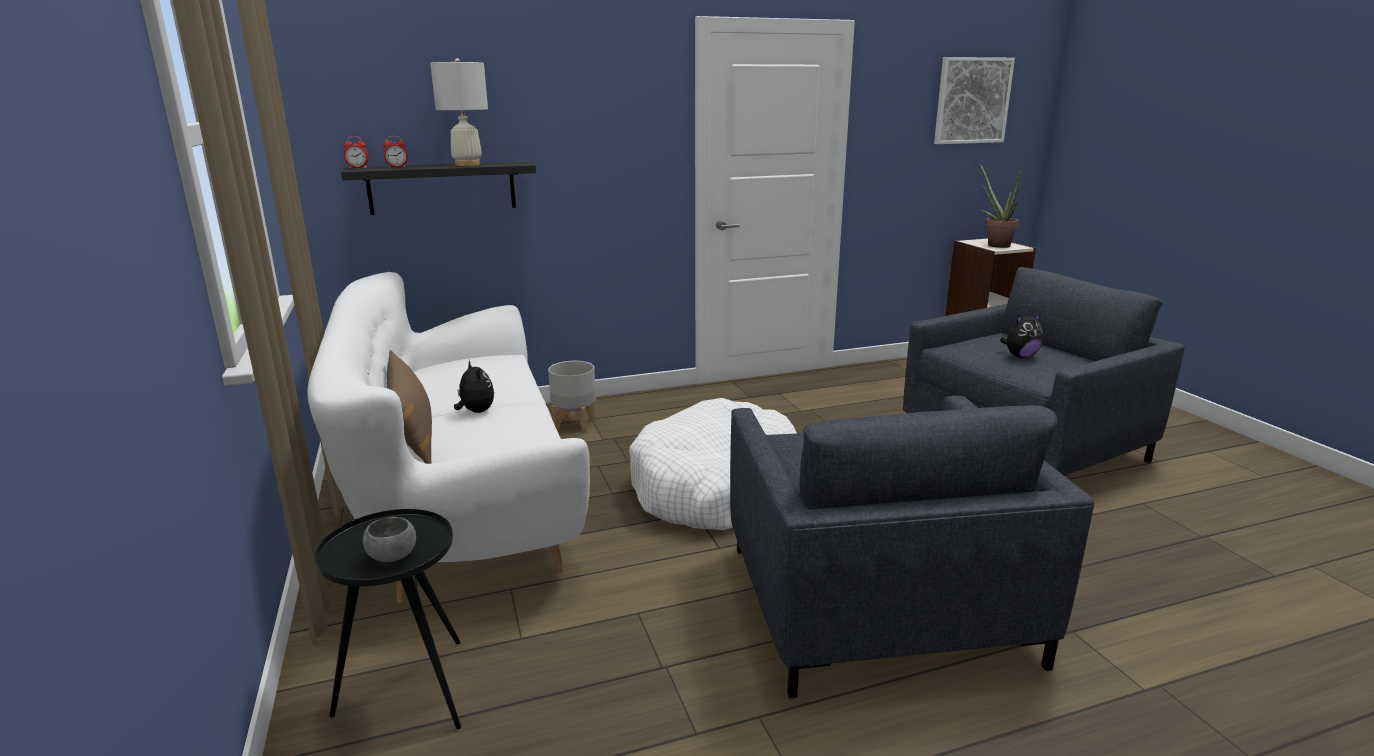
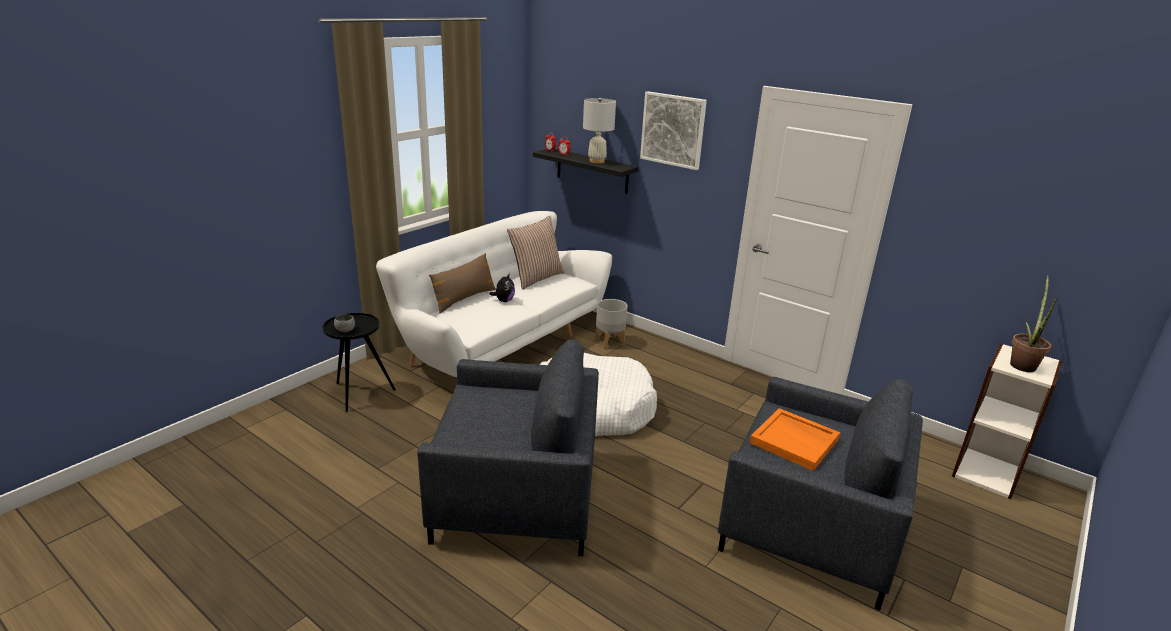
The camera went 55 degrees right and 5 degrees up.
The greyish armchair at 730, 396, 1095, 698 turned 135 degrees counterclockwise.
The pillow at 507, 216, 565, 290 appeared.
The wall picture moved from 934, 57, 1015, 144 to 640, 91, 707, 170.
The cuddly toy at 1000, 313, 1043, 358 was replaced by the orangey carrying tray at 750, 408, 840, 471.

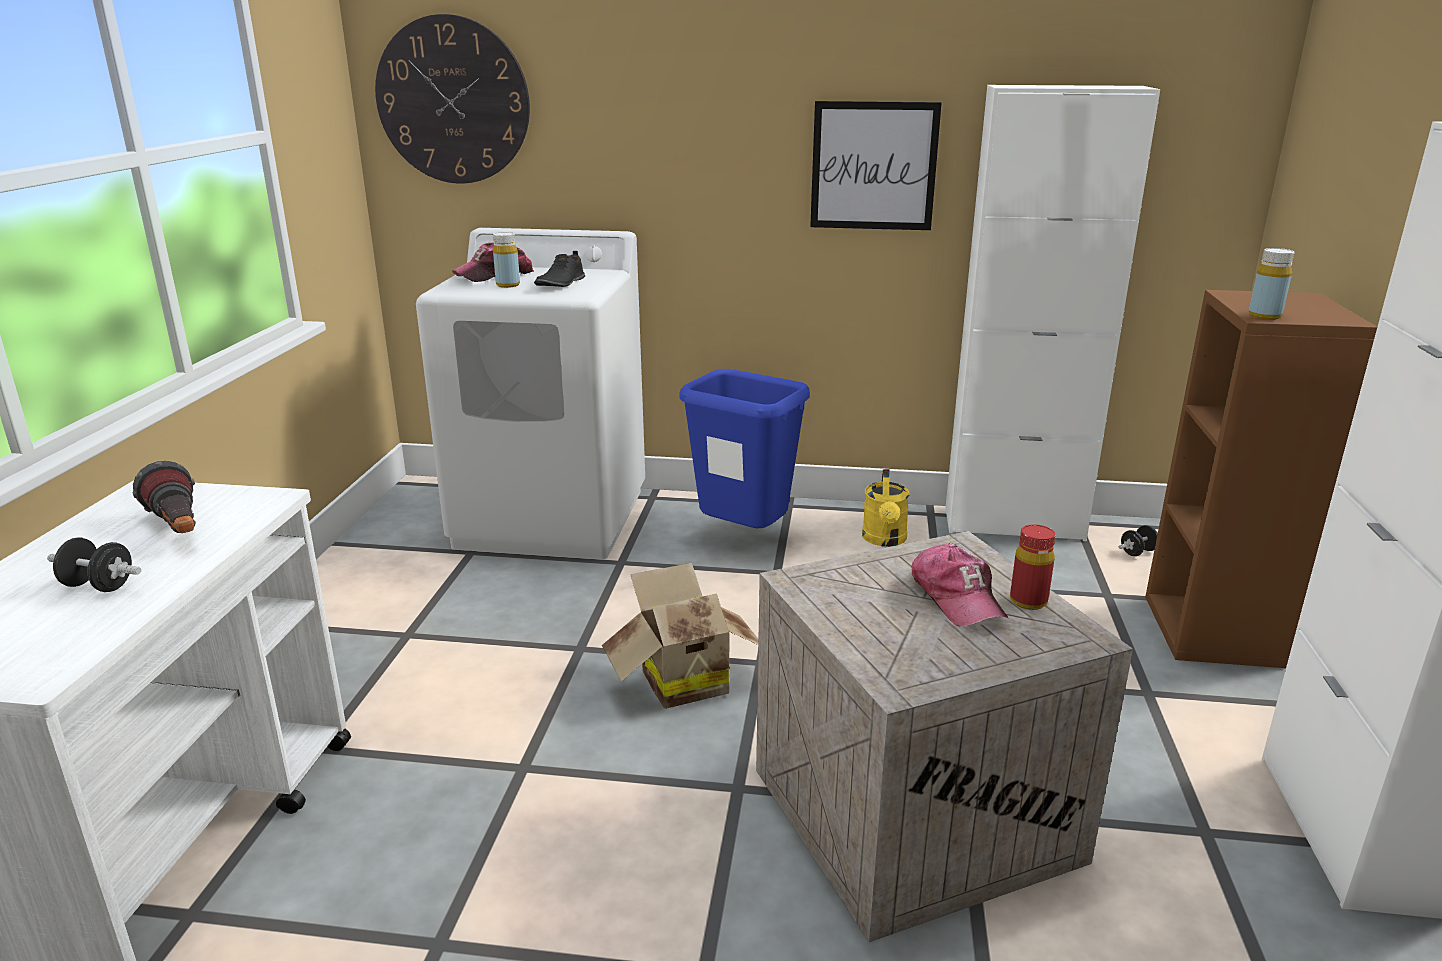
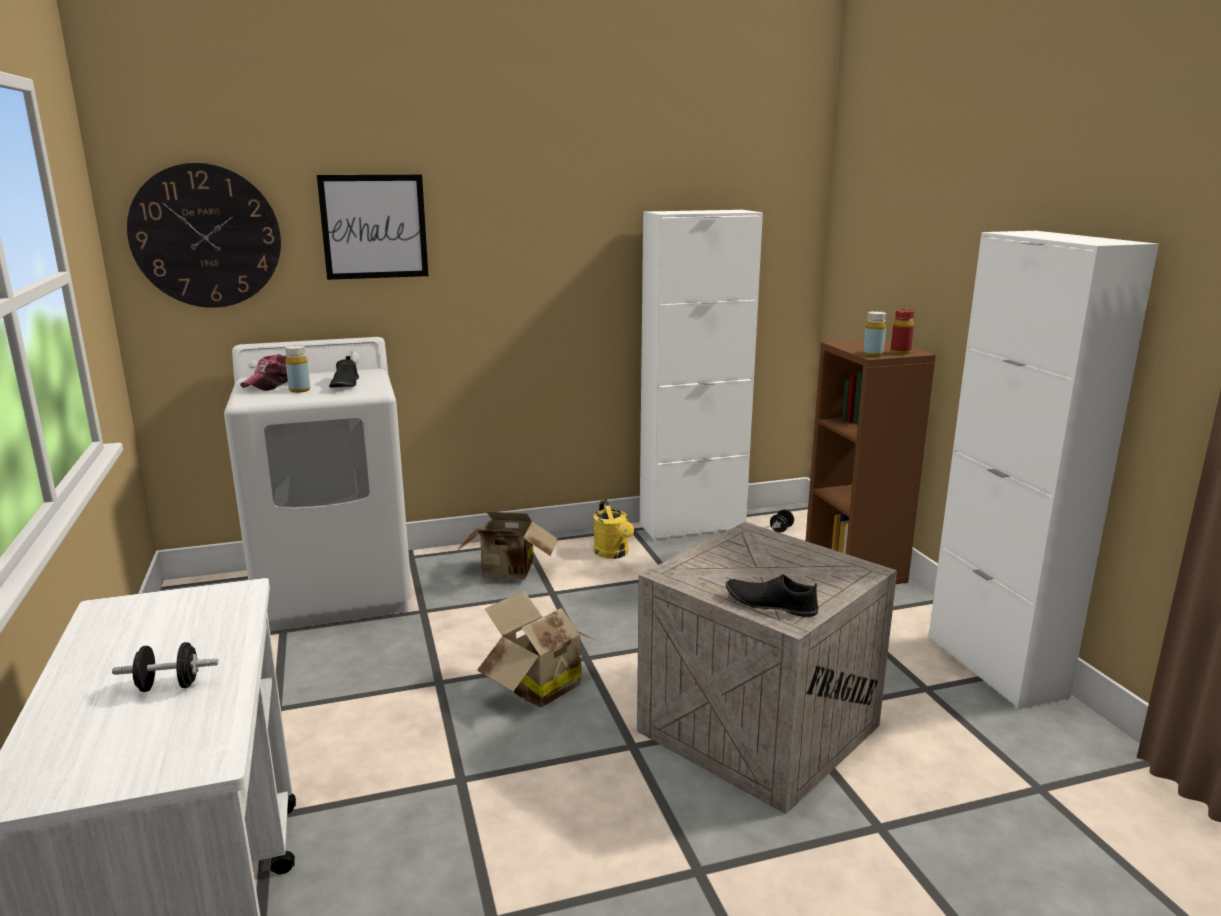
The camera went 25 degrees left and 5 degrees down.
The wall picture moved from 810, 101, 942, 230 to 317, 175, 428, 280.
The blue-coloured trash can at 679, 369, 810, 528 was replaced by the packing box at 457, 512, 558, 580.
The black-coloured low shoe at 726, 574, 819, 617 appeared.
The red-coloured beverage bottle moved from 1010, 524, 1056, 610 to 891, 309, 914, 354.
The hand torch at 133, 461, 196, 533 disappeared.
The cap at 911, 543, 1009, 626 disappeared.

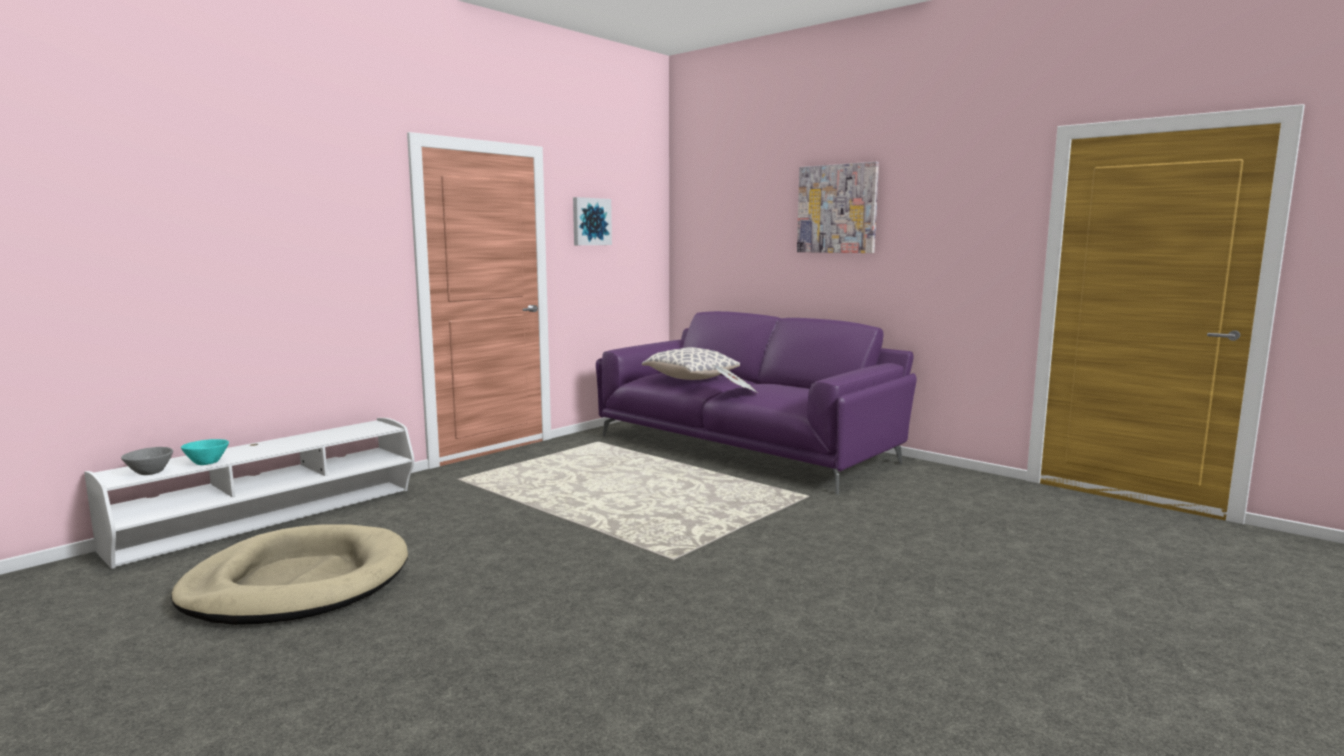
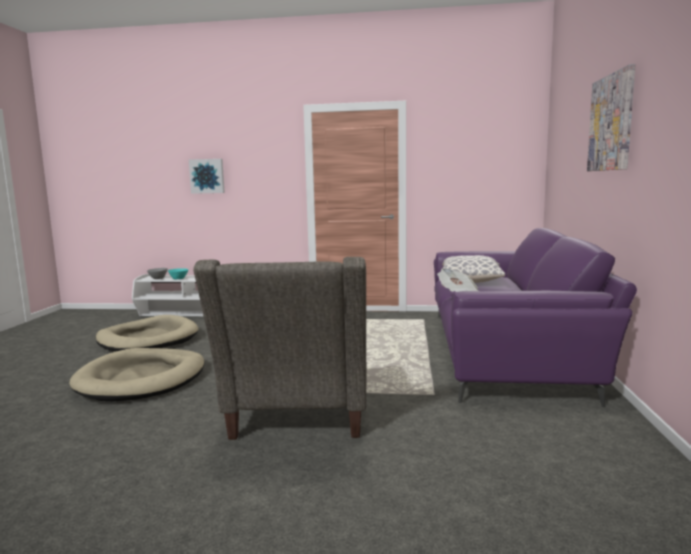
The camera went 55 degrees right and 0 degrees up.
The sand-coloured dog bed at 69, 348, 205, 402 appeared.
The wall picture moved from 573, 197, 612, 245 to 189, 159, 225, 194.
The greyish armchair at 193, 257, 366, 440 appeared.

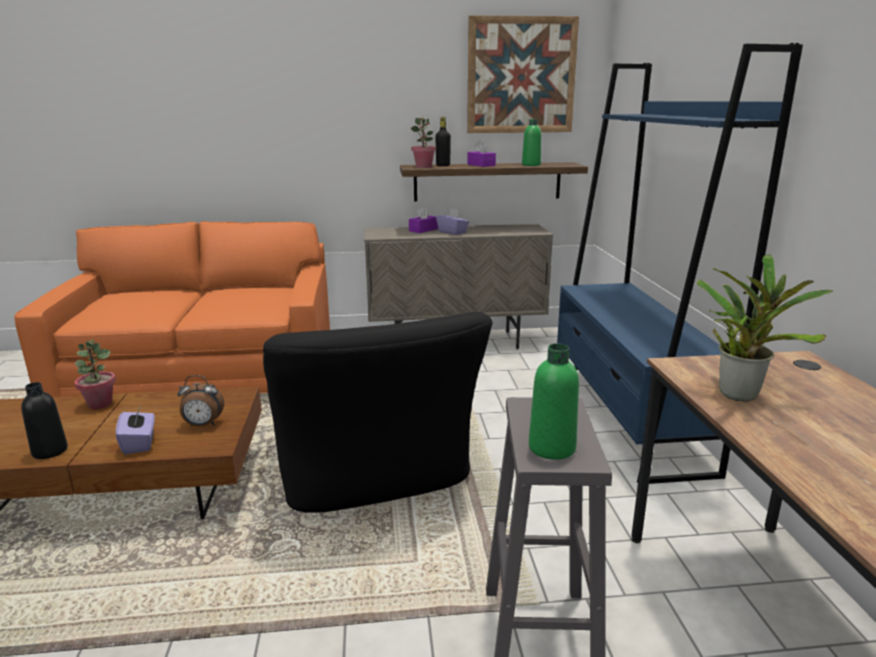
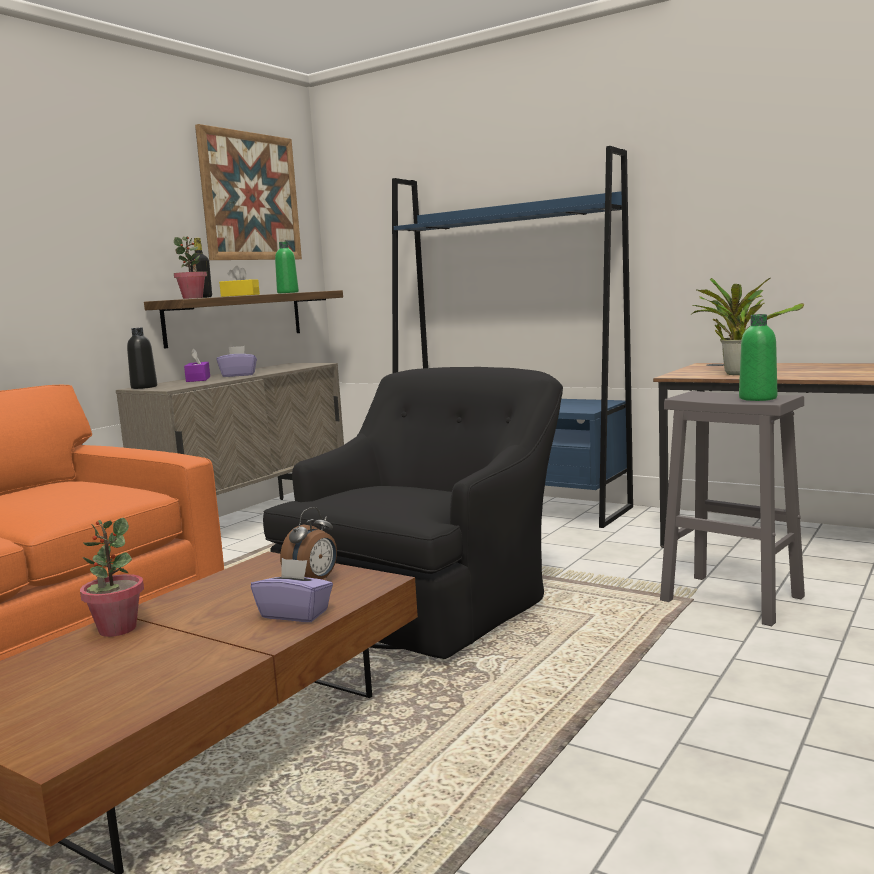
The camera went 50 degrees left and 10 degrees down.
The black-coloured beverage bottle moved from 21, 382, 68, 459 to 127, 328, 157, 389.
The purplish box of tissues at 467, 140, 496, 167 became the yellow box of tissues at 219, 266, 260, 297.
The black-coloured armchair at 263, 312, 493, 513 turned 75 degrees counterclockwise.

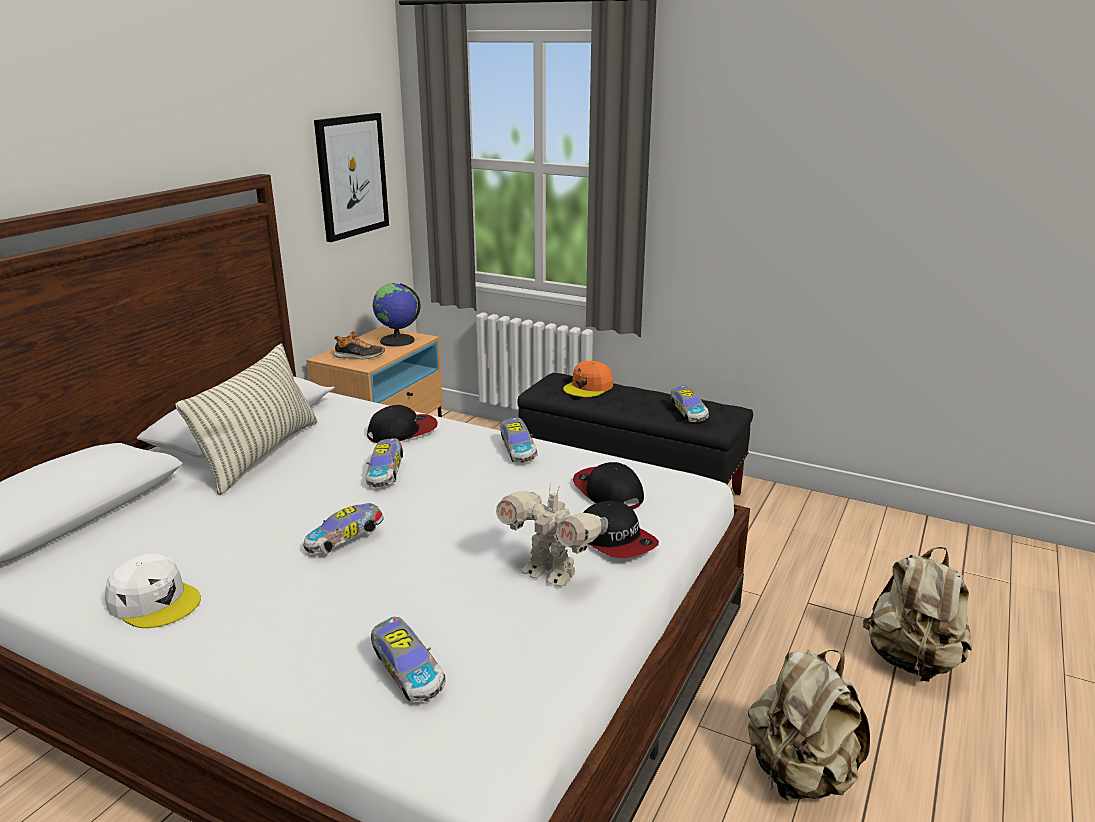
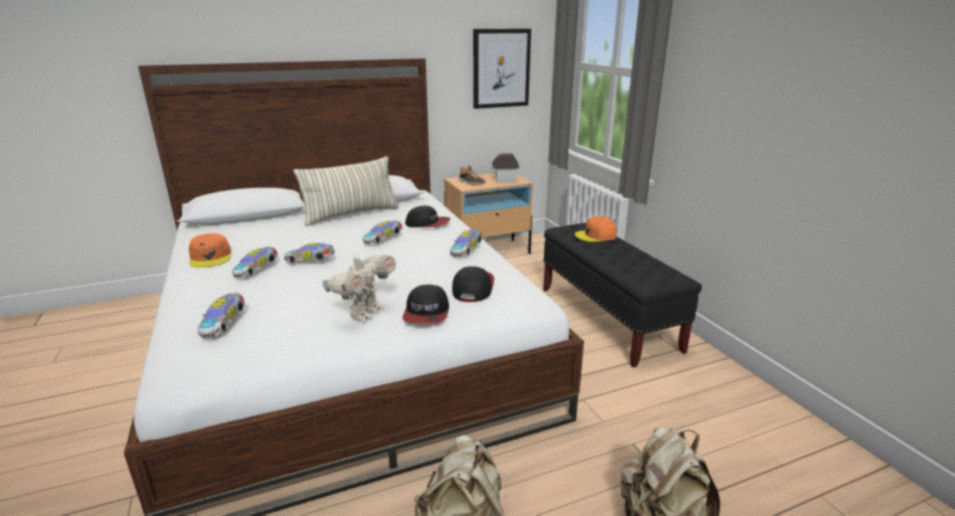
The camera went 40 degrees right and 0 degrees up.
The white-coloured cap at 105, 554, 201, 628 became the orangey cap at 189, 233, 231, 268.
The miniature car moved from 671, 385, 709, 422 to 232, 247, 278, 278.
The model robot at 496, 483, 608, 586 turned 135 degrees counterclockwise.
The world globe at 373, 283, 421, 347 was replaced by the model house at 492, 153, 520, 183.

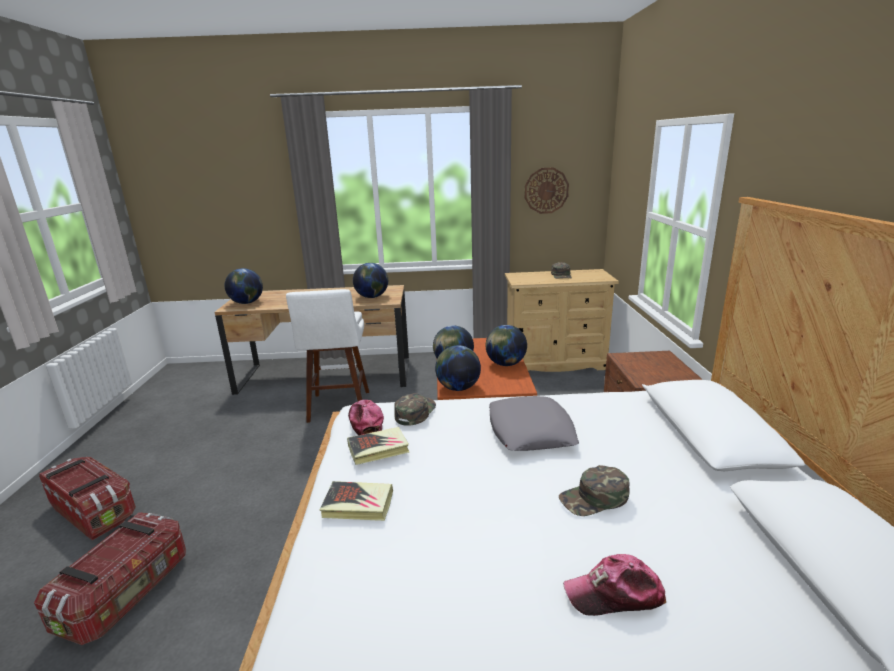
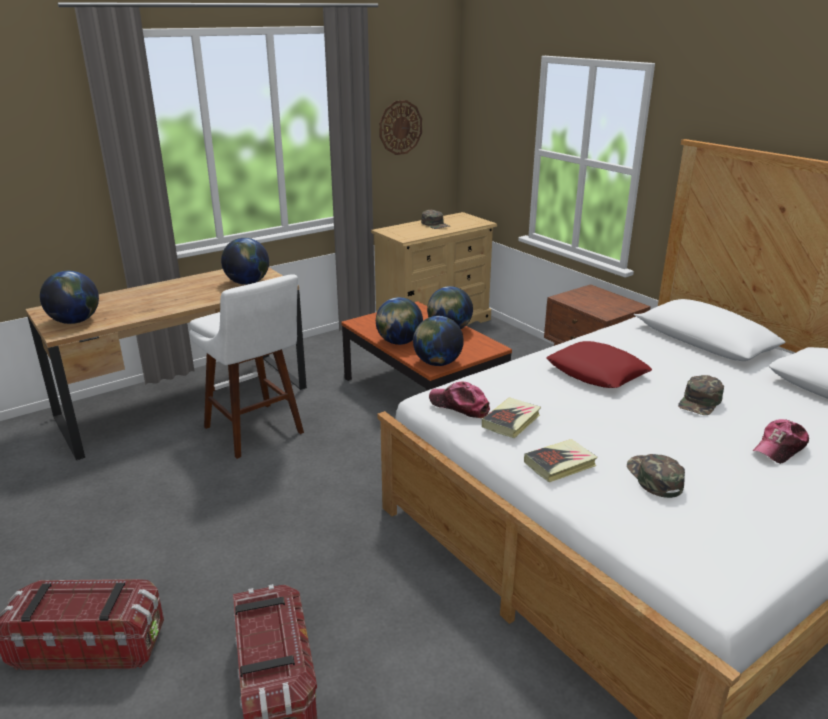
The camera went 35 degrees left and 5 degrees up.
The greyish pillow at 489, 396, 579, 451 became the red-coloured pillow at 546, 341, 652, 388.
The green cap moved from 394, 393, 436, 426 to 627, 454, 685, 498.

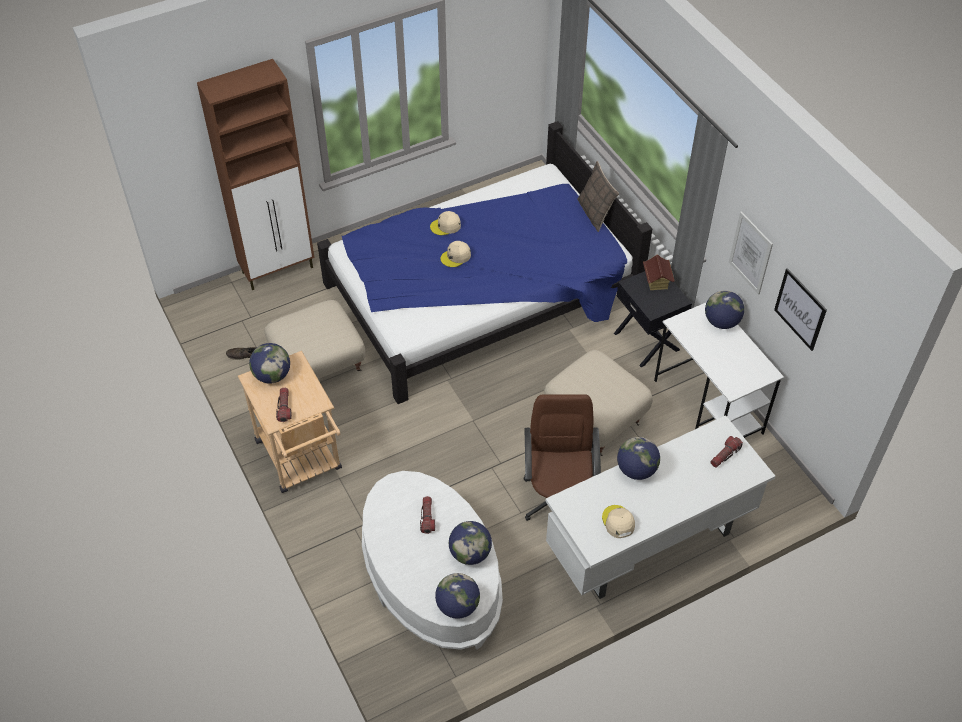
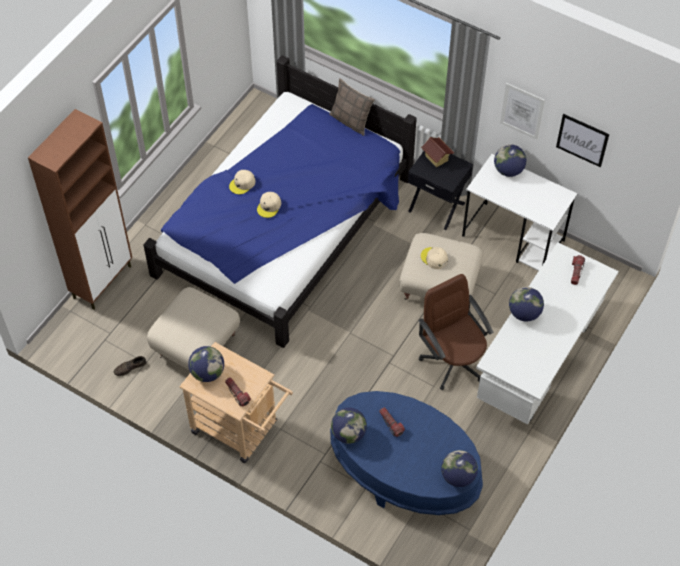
The camera went 30 degrees left and 5 degrees up.
The white-coloured low table at 362, 471, 503, 650 became the blue-coloured low table at 330, 391, 483, 515.
The world globe moved from 449, 521, 492, 565 to 331, 408, 367, 444.
The sand-coloured cap moved from 602, 505, 635, 538 to 421, 247, 448, 269.

